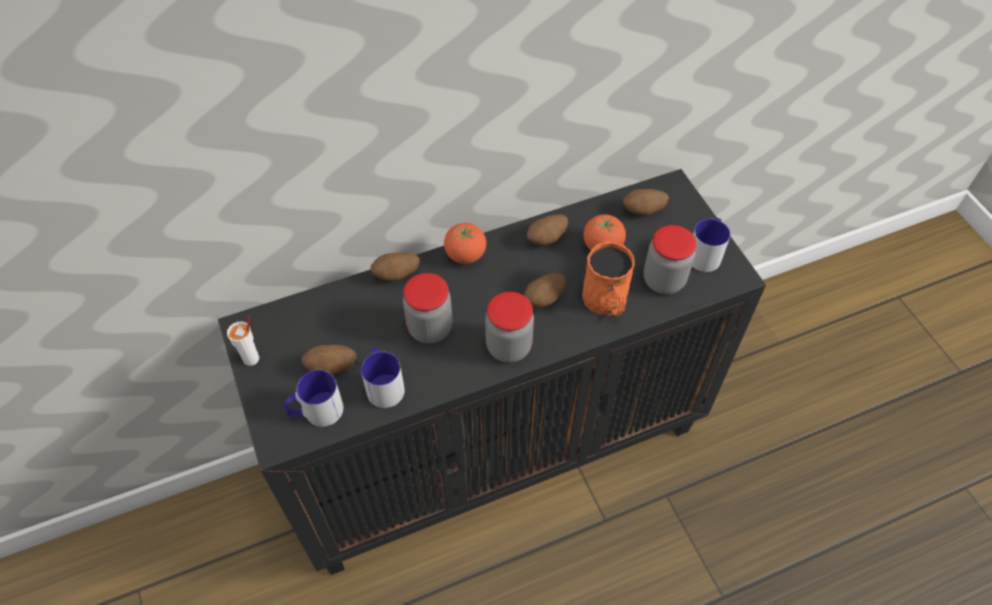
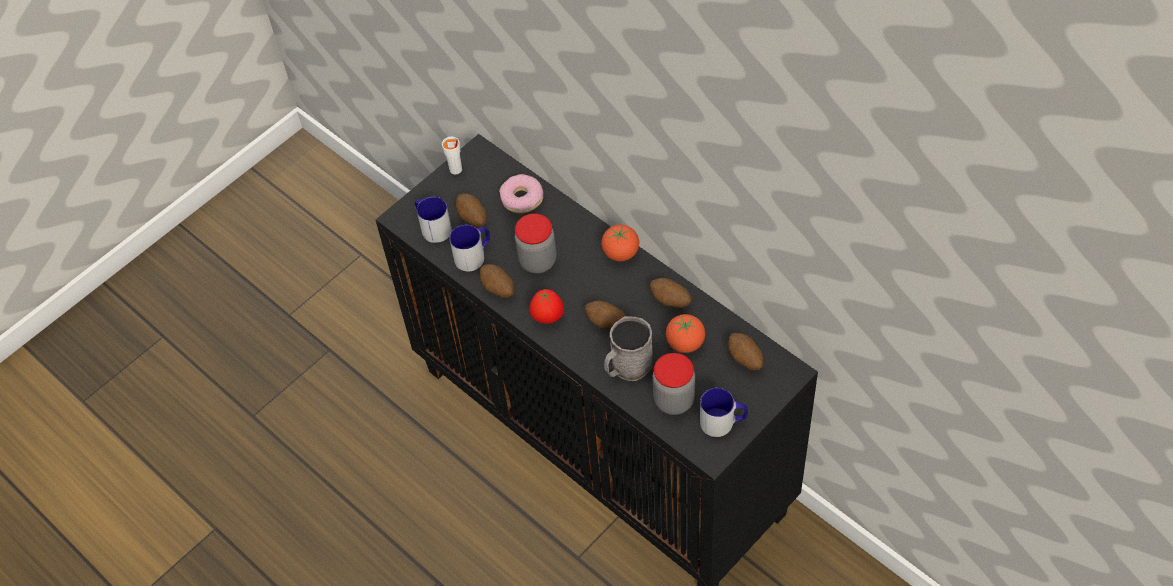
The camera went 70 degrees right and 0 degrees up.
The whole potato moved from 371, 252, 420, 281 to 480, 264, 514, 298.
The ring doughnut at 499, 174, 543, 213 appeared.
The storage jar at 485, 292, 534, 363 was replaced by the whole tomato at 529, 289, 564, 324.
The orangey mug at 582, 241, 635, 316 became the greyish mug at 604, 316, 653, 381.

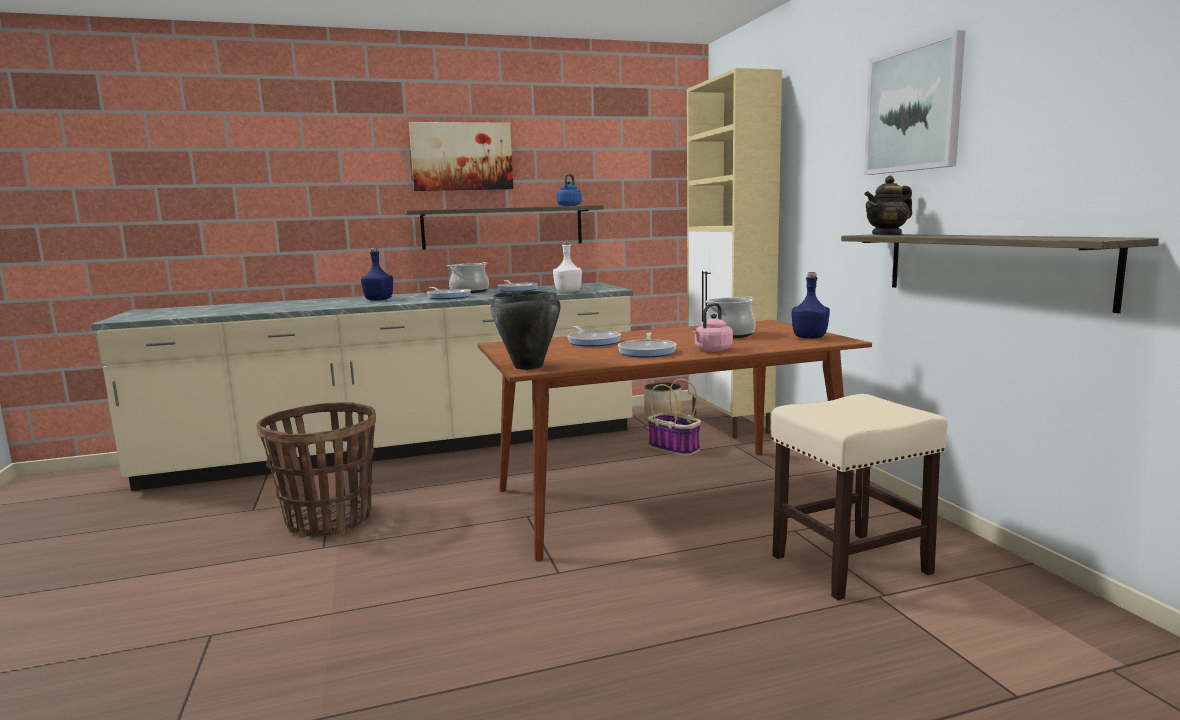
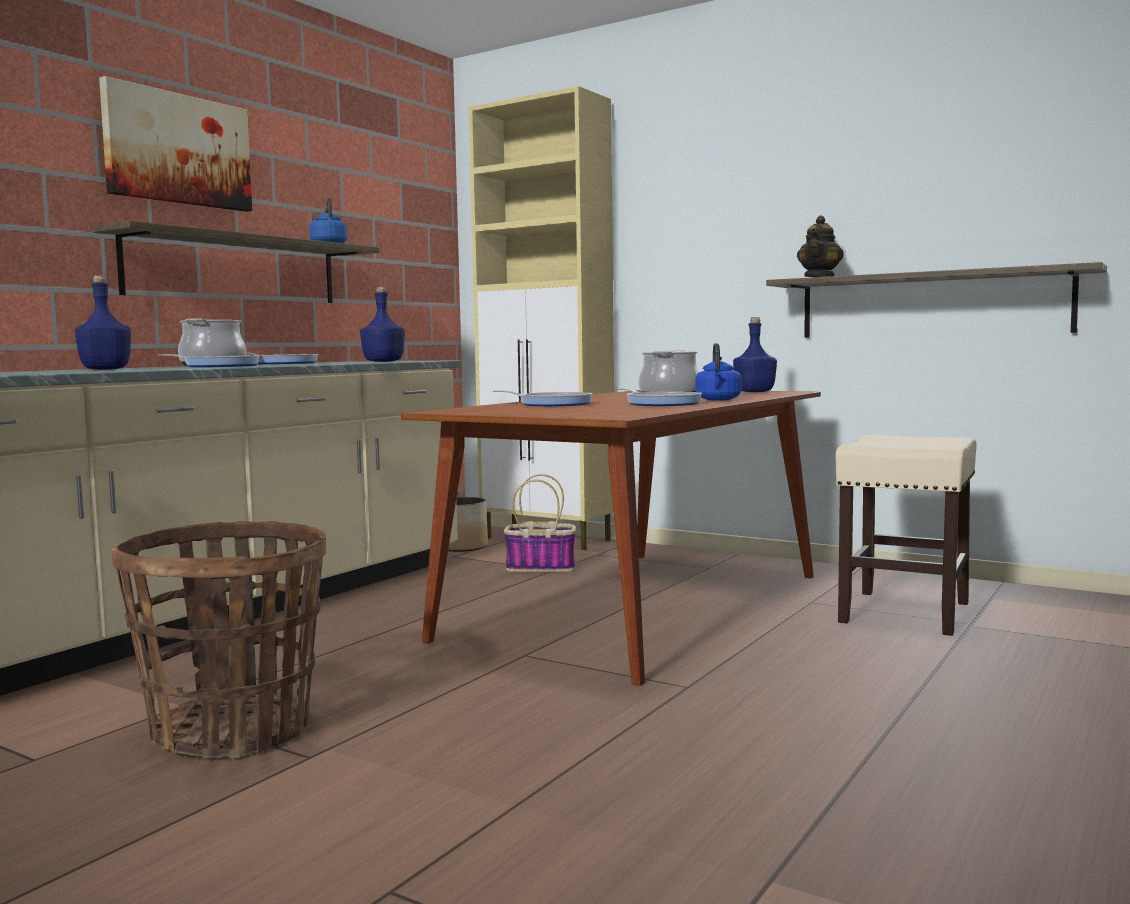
The camera went 40 degrees left and 5 degrees down.
The white-coloured beverage bottle at 553, 241, 582, 292 became the blue-coloured beverage bottle at 360, 287, 405, 362.
The pink-coloured tea kettle at 692, 303, 733, 352 became the blue-coloured tea kettle at 696, 343, 741, 401.
The black-coloured saucepot at 491, 291, 561, 370 disappeared.
The wall picture at 864, 30, 965, 175 disappeared.

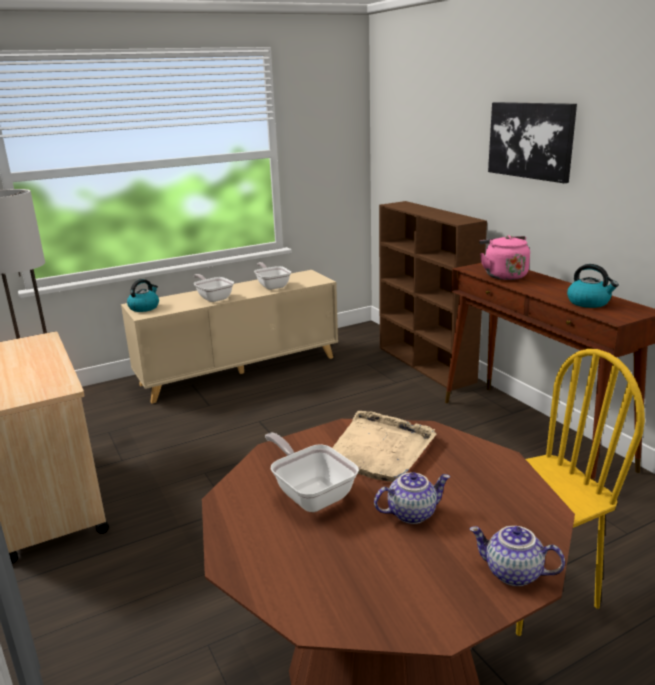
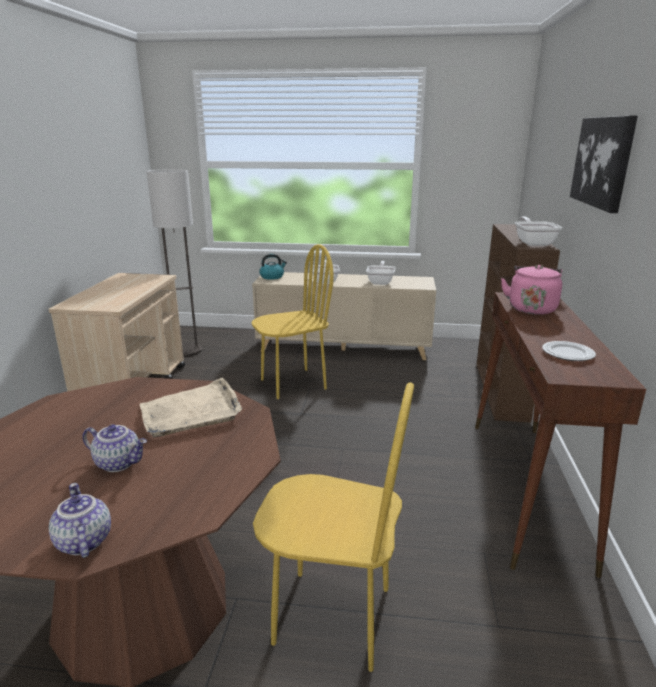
The camera went 35 degrees right and 0 degrees up.
The yellow chair at 251, 244, 334, 399 appeared.
The frying pan moved from 265, 433, 359, 512 to 515, 217, 562, 246.
The tea kettle at 567, 264, 619, 308 was replaced by the flat dish at 542, 341, 596, 361.

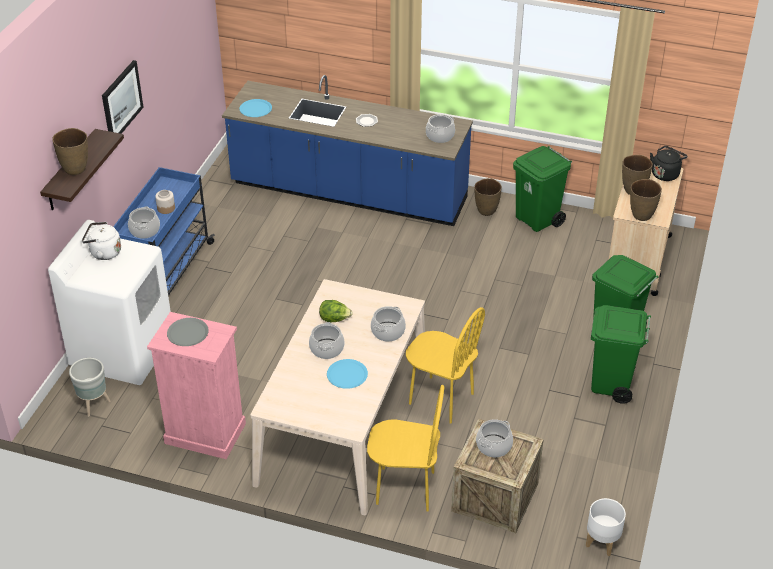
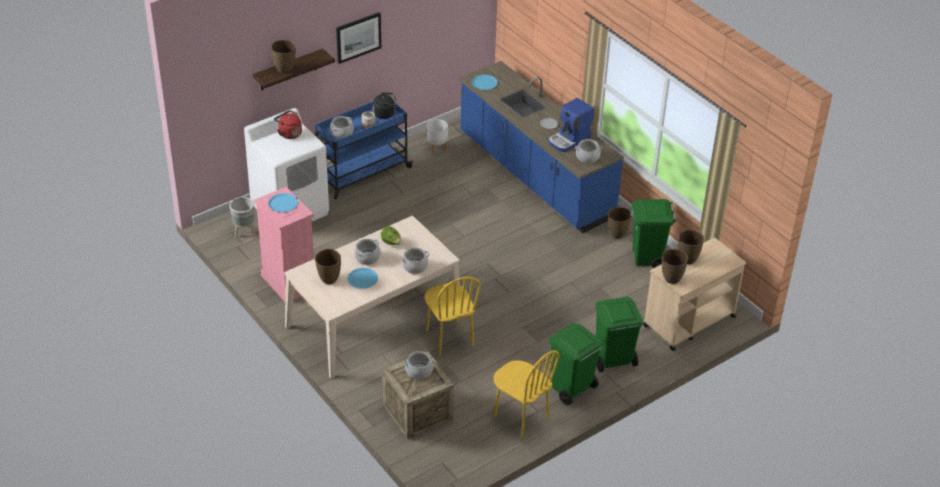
The camera went 35 degrees right and 0 degrees up.
The greyish flat dish at 167, 318, 209, 346 became the blue-coloured flat dish at 268, 193, 298, 212.
The white-coloured tea kettle at 82, 222, 121, 260 became the red-coloured tea kettle at 274, 110, 302, 139.
The brown vase at 315, 249, 341, 284 appeared.
The black-coloured tea kettle moved from 650, 146, 688, 181 to 373, 92, 397, 119.
The white-coloured flower pot moved from 586, 498, 626, 556 to 427, 119, 448, 155.
The yellow chair moved from 367, 385, 444, 512 to 493, 350, 560, 439.
The coffee maker at 549, 98, 594, 152 appeared.

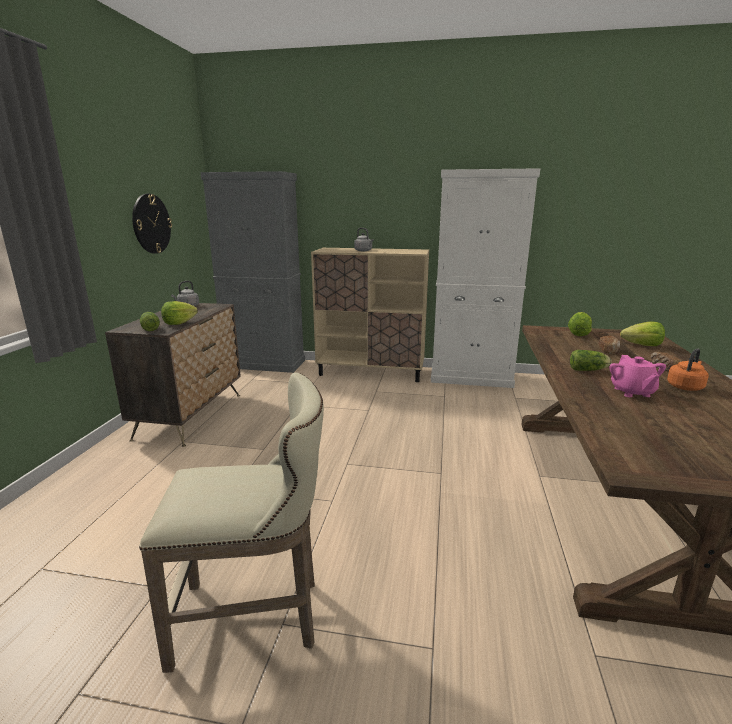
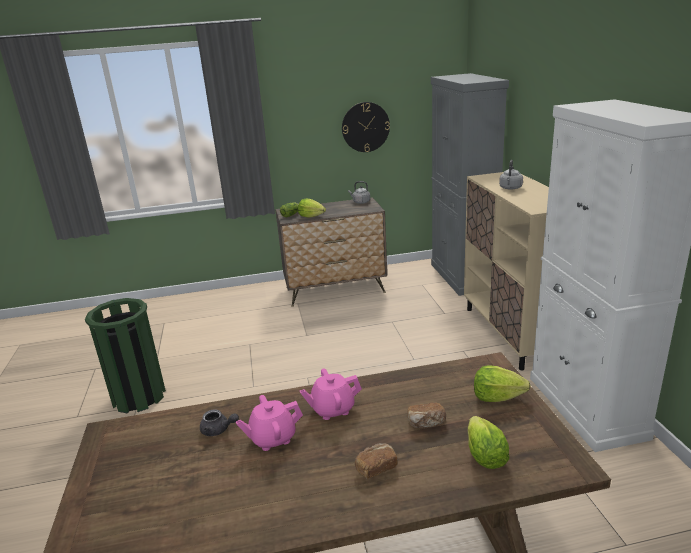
The camera went 70 degrees right and 5 degrees up.
The sand-coloured stool at 139, 373, 324, 673 was replaced by the green trash can at 85, 298, 166, 413.
The greyish teapot at 200, 409, 239, 436 appeared.
The head of lettuce at 570, 350, 612, 371 was replaced by the pink-coloured teapot at 300, 368, 362, 420.
The orangey tea kettle at 667, 348, 709, 391 disappeared.

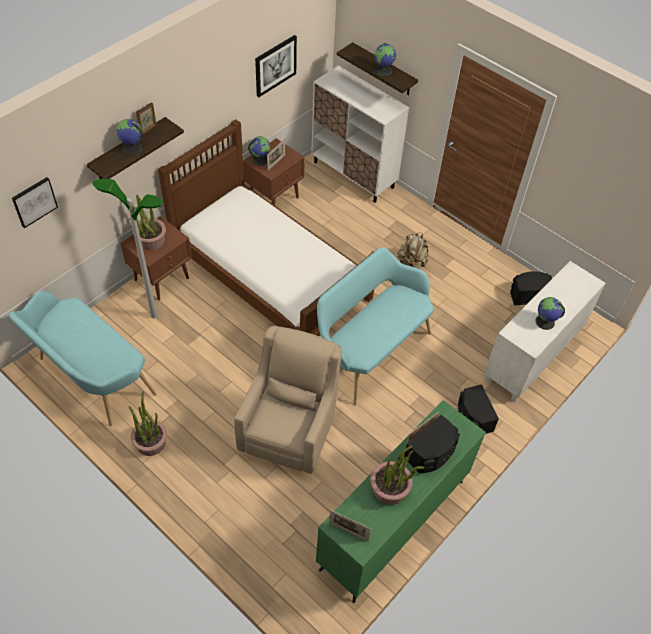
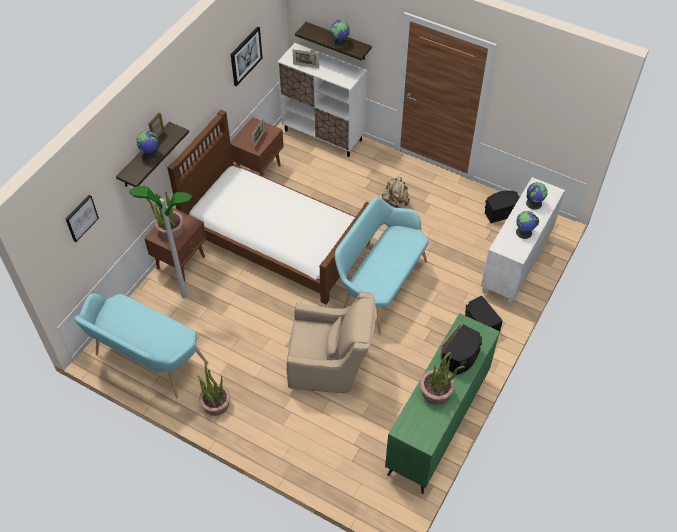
The camera went 10 degrees left and 0 degrees up.
The sand-coloured armchair at 234, 326, 342, 474 turned 90 degrees clockwise.
The photo frame moved from 329, 510, 371, 541 to 292, 49, 319, 68.
The world globe moved from 248, 136, 270, 166 to 526, 182, 548, 210.

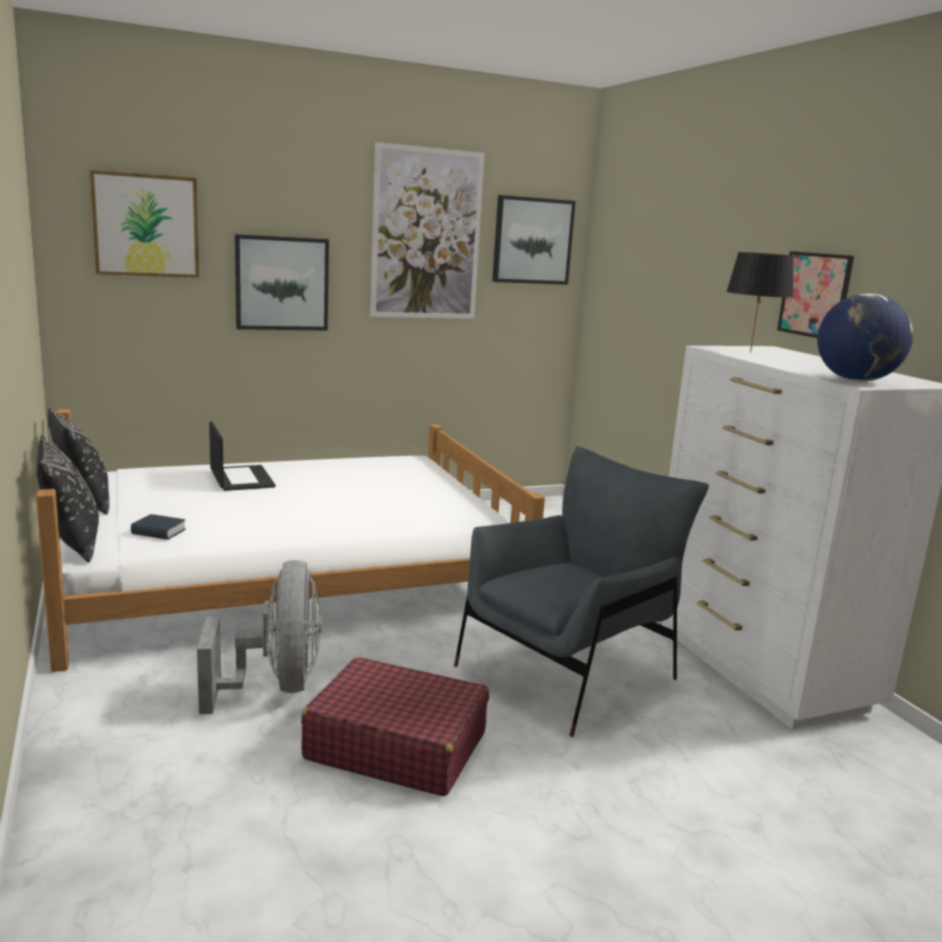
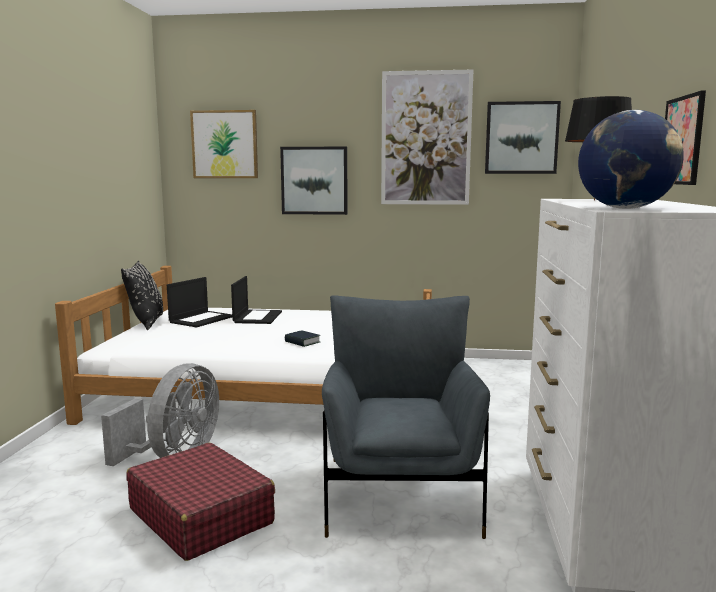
The camera went 30 degrees right and 5 degrees down.
The notebook computer at 167, 277, 232, 328 appeared.
The book moved from 131, 514, 186, 540 to 285, 330, 320, 347.
The greyish armchair at 454, 446, 709, 737 turned 75 degrees counterclockwise.
The black-coloured pillow at 36, 436, 99, 563 disappeared.

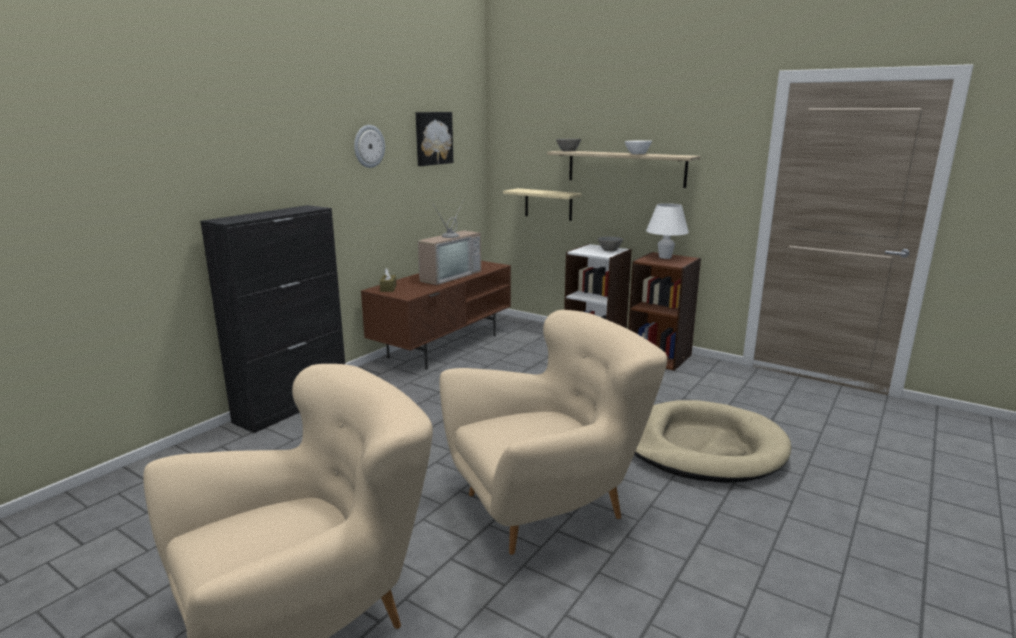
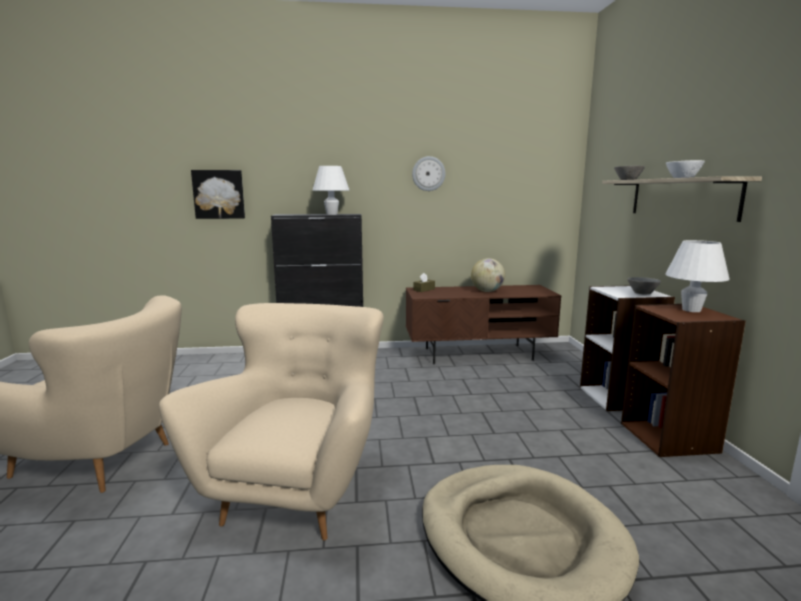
The camera went 50 degrees right and 5 degrees down.
The sand-coloured armchair at 439, 310, 667, 555 turned 105 degrees counterclockwise.
The wall picture moved from 416, 112, 453, 166 to 191, 170, 245, 219.
The white-coloured lamp for a table at 312, 166, 350, 215 appeared.
The television at 418, 199, 481, 285 was replaced by the world globe at 471, 258, 505, 292.
The sand-coloured bracket shelf at 503, 188, 582, 221 disappeared.

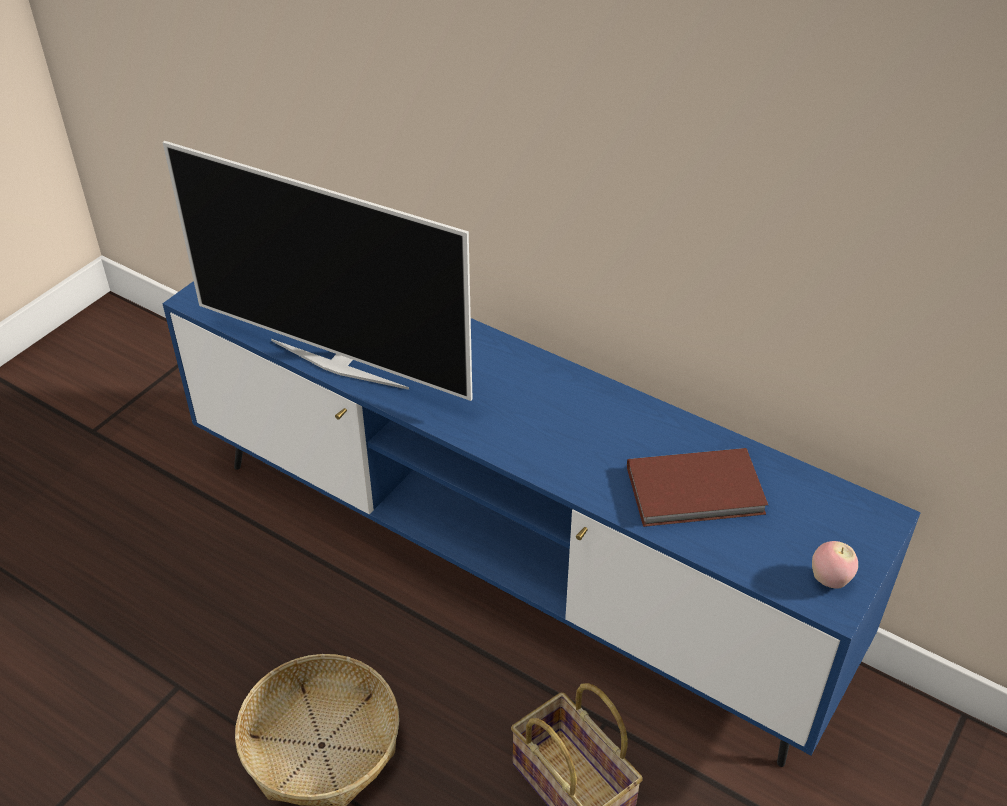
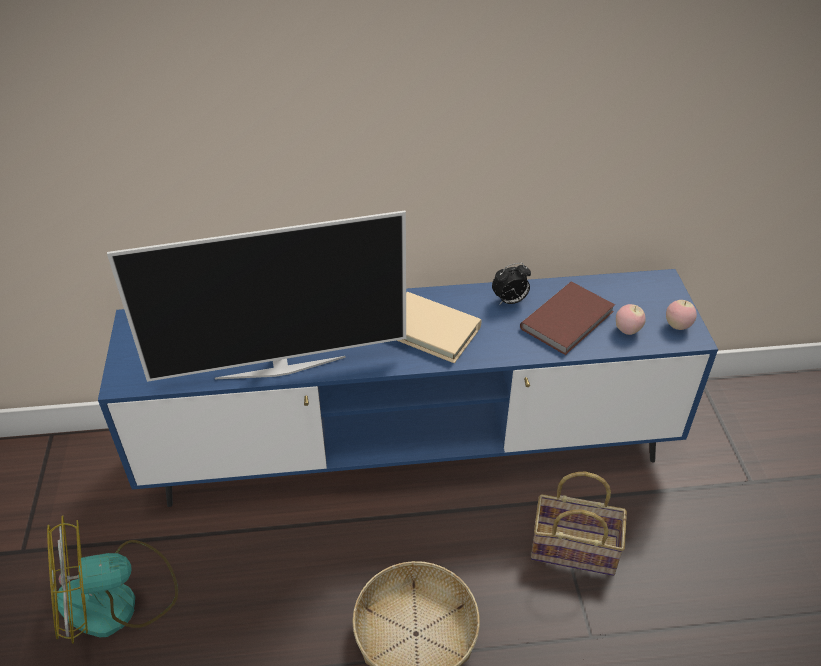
The camera went 40 degrees left and 0 degrees up.
The cooling fan at 47, 515, 178, 644 appeared.
The sand-coloured book at 397, 292, 481, 363 appeared.
The table clock at 492, 263, 531, 304 appeared.
The whole apple at 616, 304, 646, 335 appeared.

